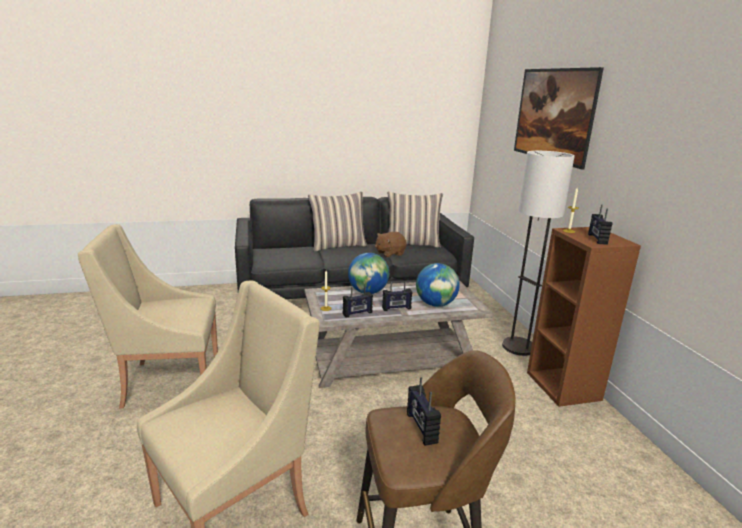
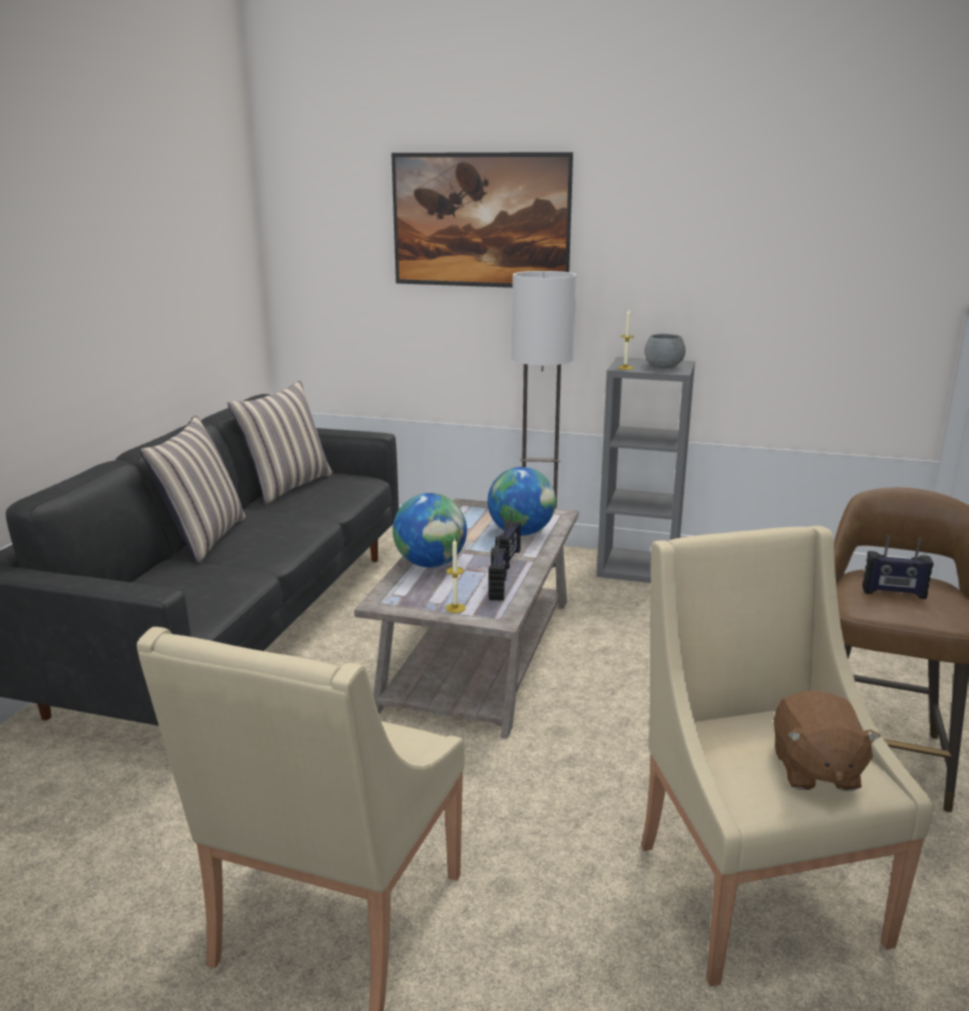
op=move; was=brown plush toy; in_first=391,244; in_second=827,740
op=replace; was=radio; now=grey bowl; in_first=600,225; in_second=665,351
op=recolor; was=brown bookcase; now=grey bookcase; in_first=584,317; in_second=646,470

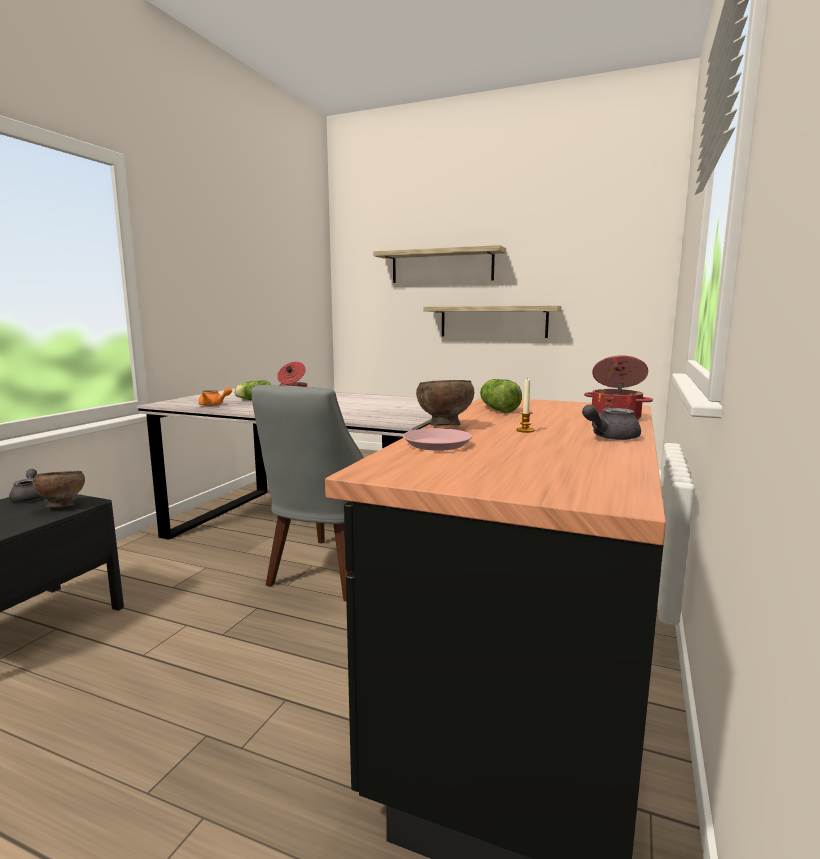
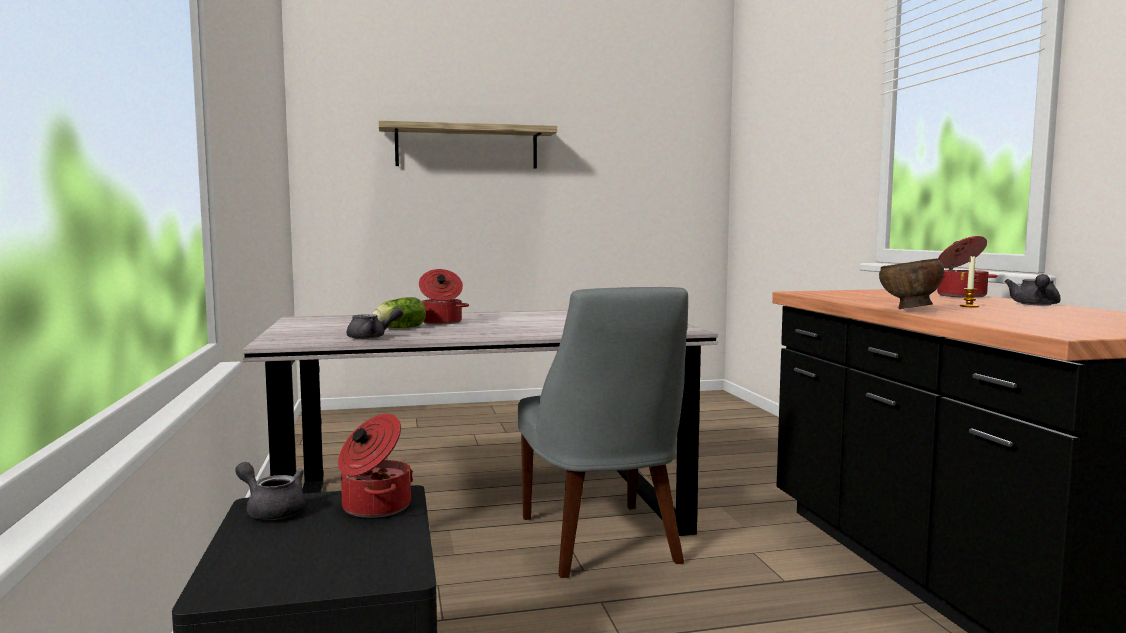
op=delete; was=pink plate; in_first=437,439
op=delete; was=shelf; in_first=492,322
op=delete; was=lettuce; in_first=501,396
op=replace; was=brown bowl; now=cooking pot; in_first=58,489; in_second=375,466
op=recolor; was=orange teapot; now=grey teapot; in_first=215,396; in_second=375,323

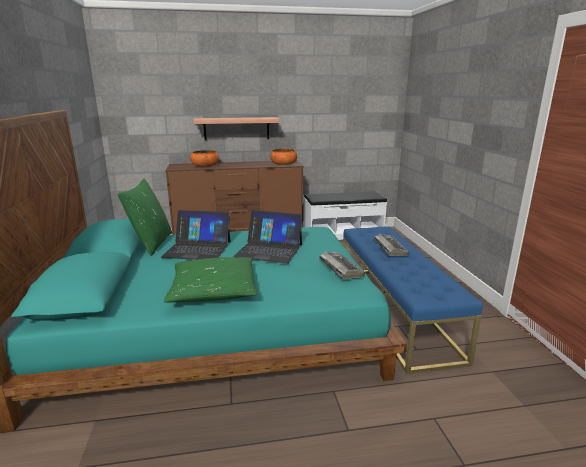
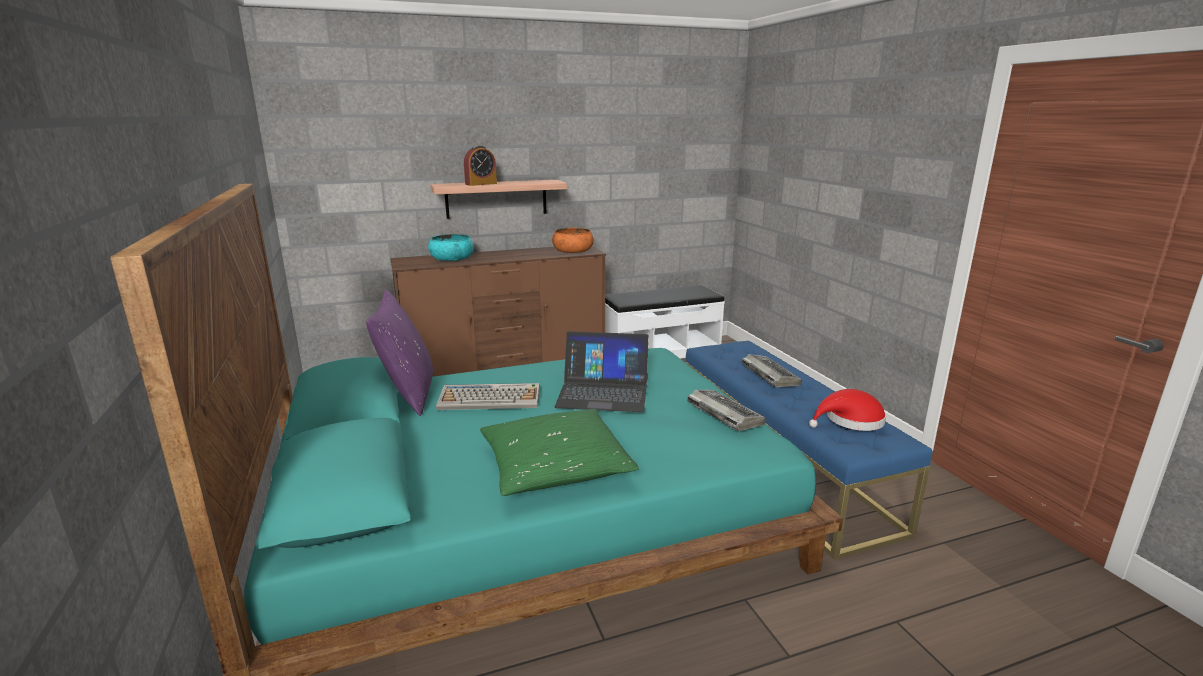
op=insert; now=alarm clock; in_second=480,166
op=insert; now=red hat; in_second=847,410
op=replace; was=laptop; now=keyboard; in_first=196,235; in_second=488,396
op=recolor; was=green pillow; now=purple pillow; in_first=145,217; in_second=399,353
op=recolor; was=orange bowl; now=turquoise bowl; in_first=204,158; in_second=451,247

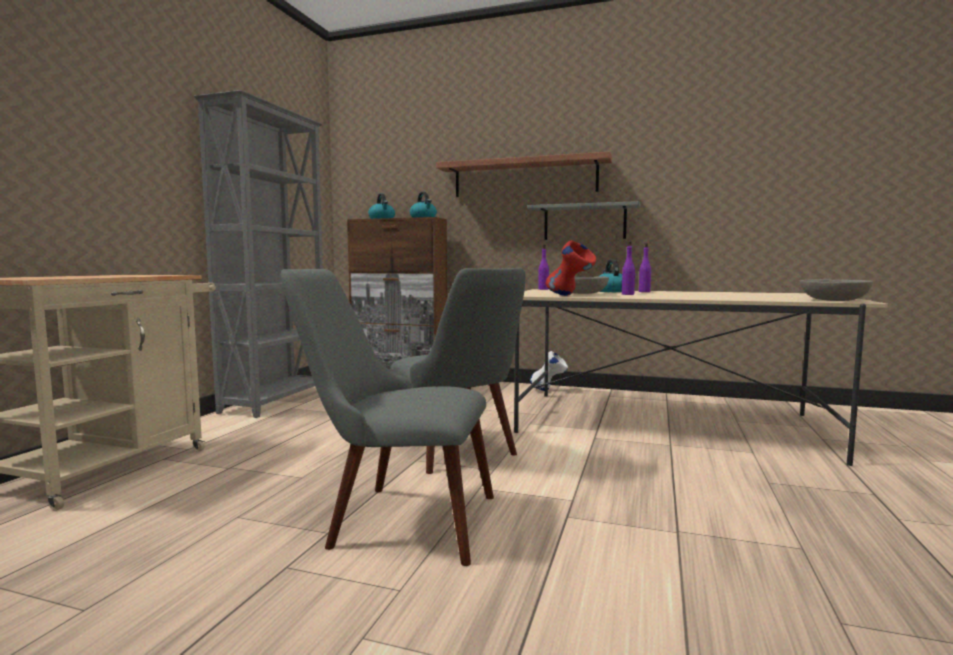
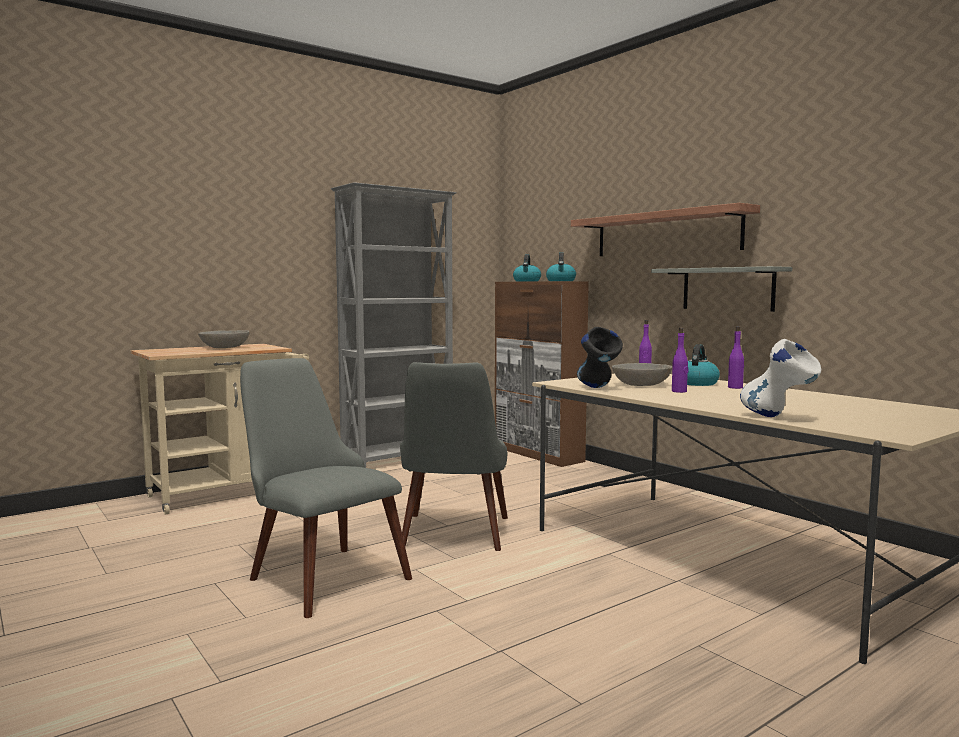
op=move; was=white vase; in_first=549,371; in_second=780,378
op=move; was=grey bowl; in_first=836,290; in_second=224,339
op=recolor; was=red vase; now=black vase; in_first=570,268; in_second=600,357

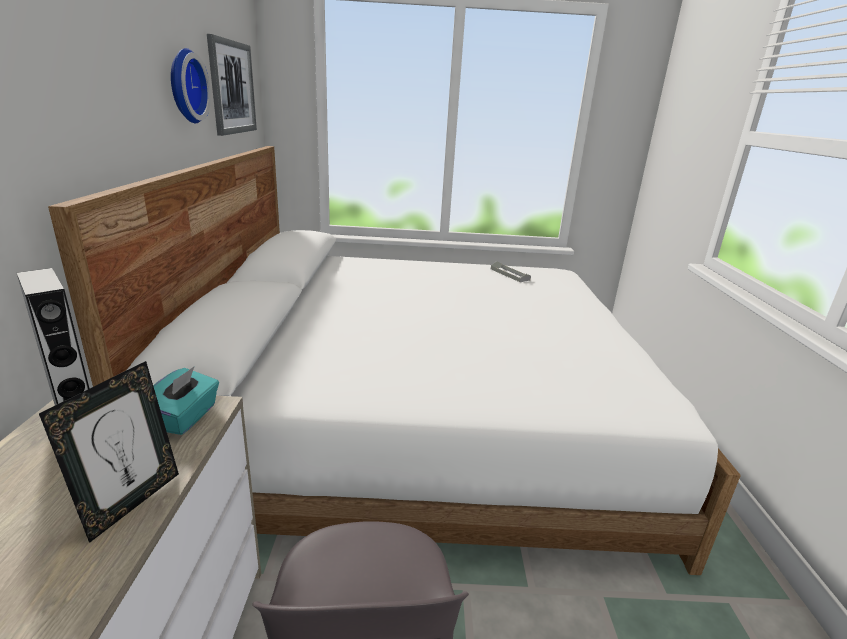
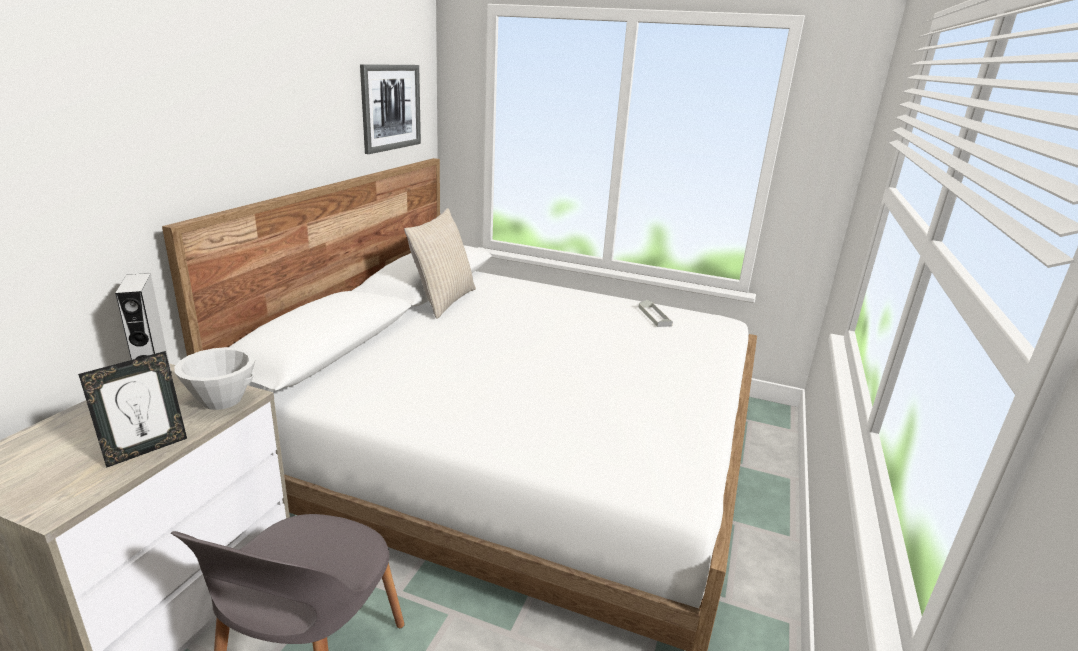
op=delete; was=wall clock; in_first=191,85
op=insert; now=beige pillow; in_second=440,263
op=replace; was=turquoise tissue box; now=white bowl; in_first=186,400; in_second=214,378

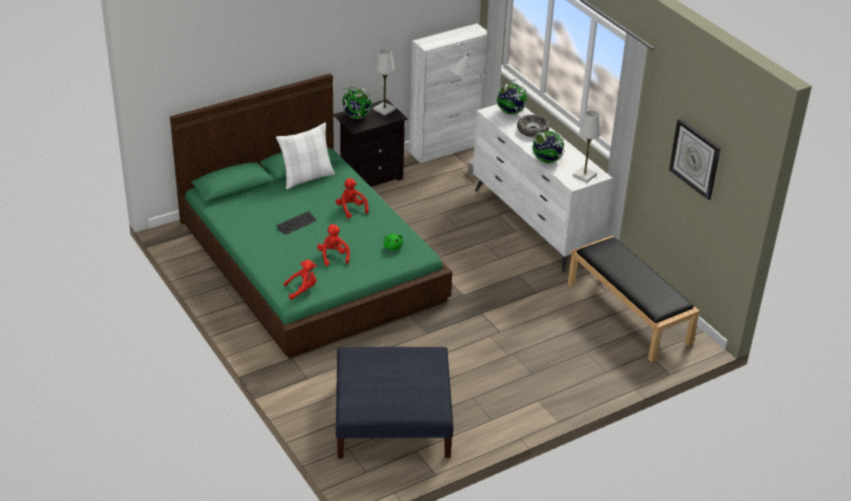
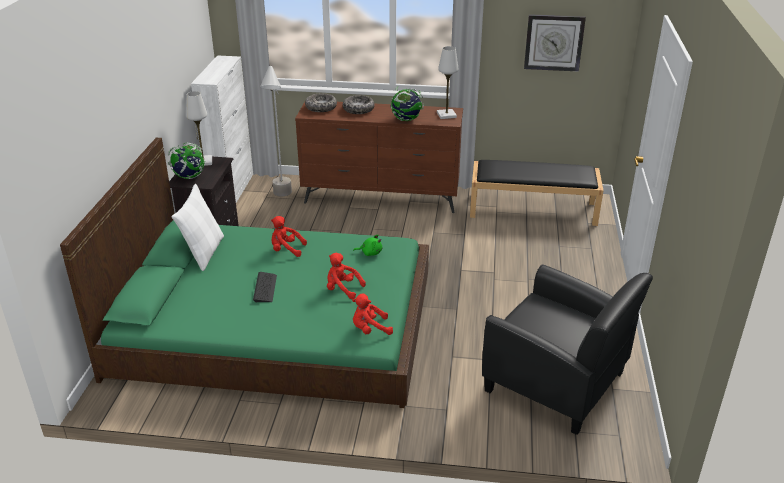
op=replace; was=blue ottoman; now=black armchair; in_first=394,403; in_second=567,349
op=replace; was=globe; now=bowl; in_first=511,96; in_second=321,102
op=recolor; was=white dresser; now=brown dresser; in_first=543,188; in_second=379,156
op=rotate; was=red plush toy; in_first=300,280; in_second=372,314; clockwise=-120

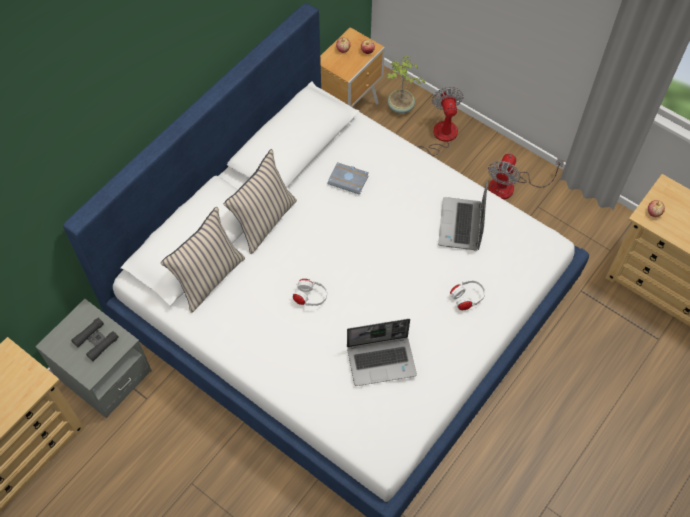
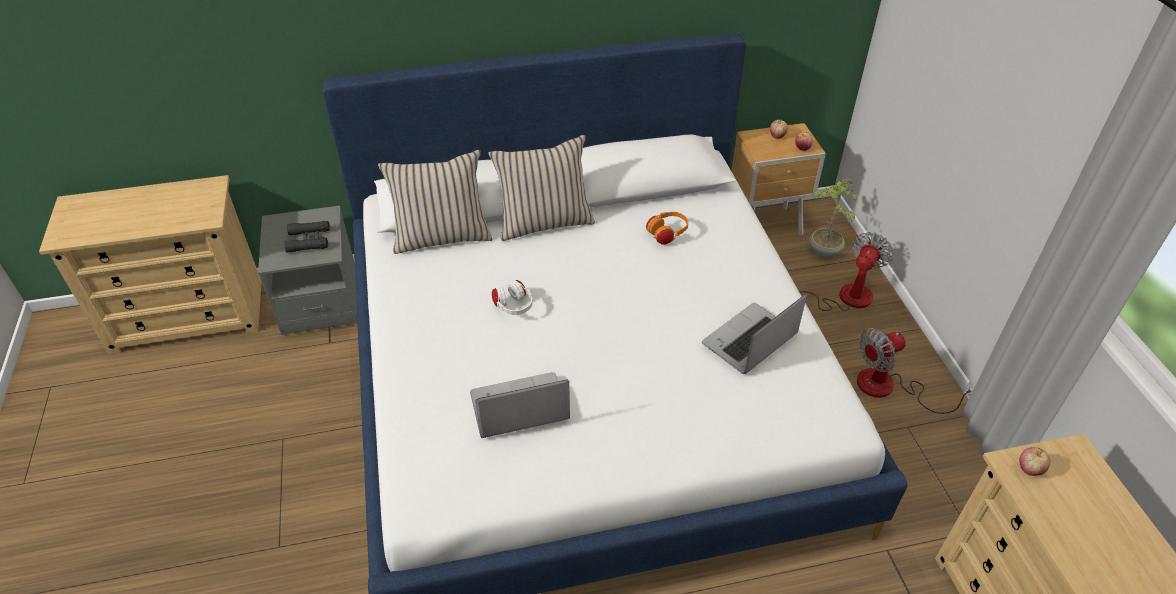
op=delete; was=white headphones; in_first=467,295
op=replace; was=grey book; now=orange headphones; in_first=348,178; in_second=667,228
op=rotate; was=laptop; in_first=382,352; in_second=520,405; clockwise=135

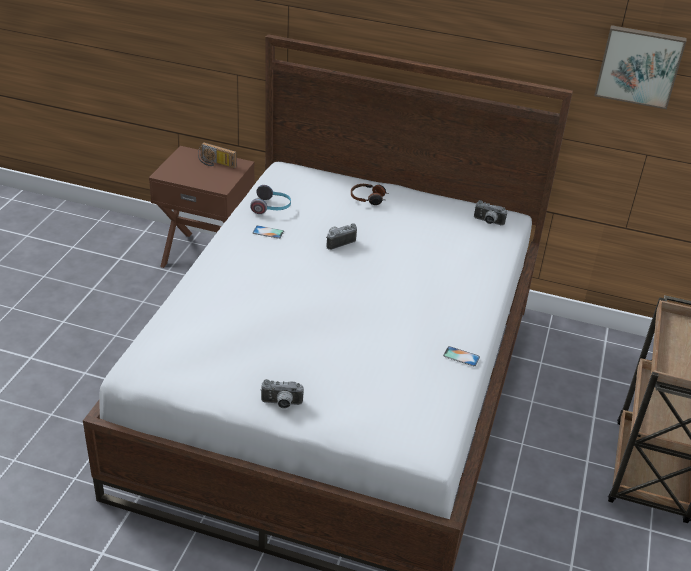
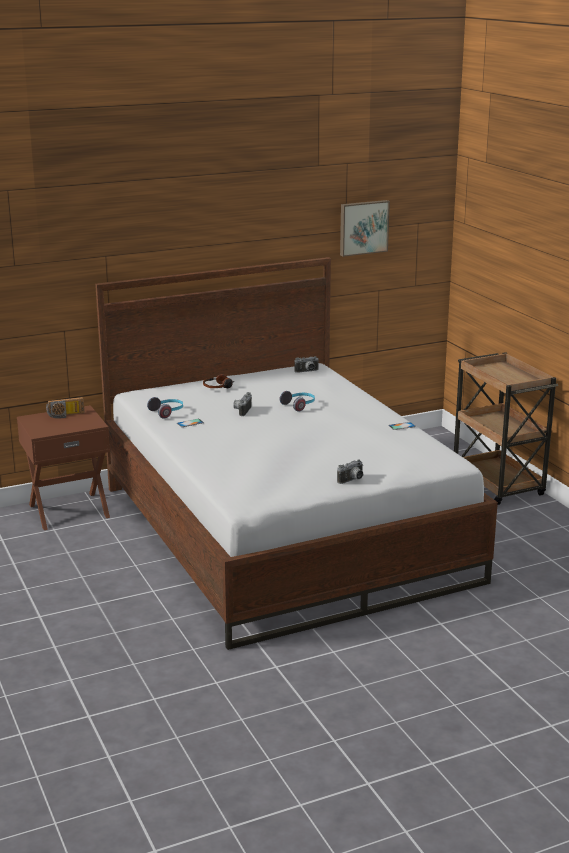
op=insert; now=headphones; in_second=297,401

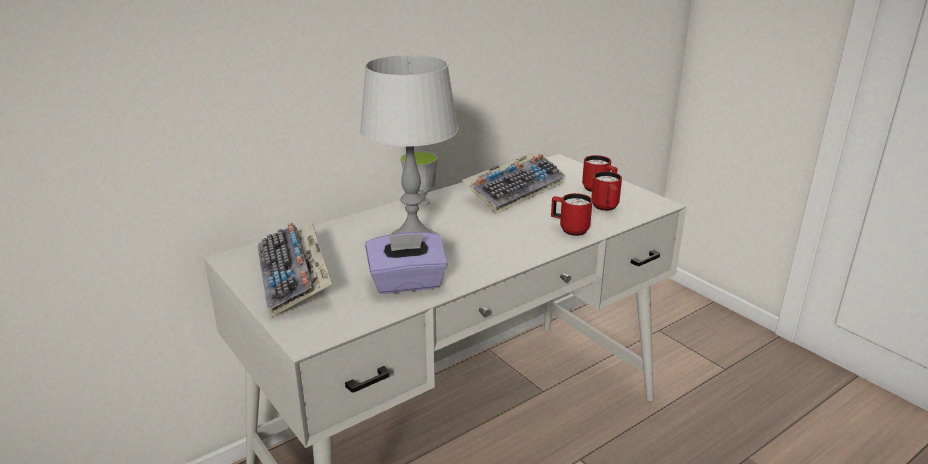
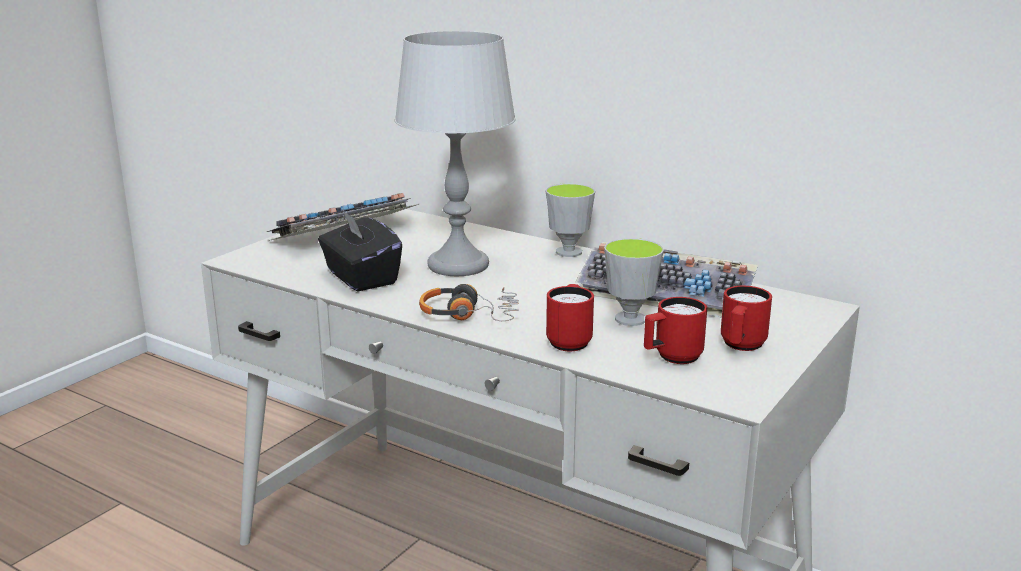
op=insert; now=headphones; in_second=469,302
op=insert; now=cup; in_second=634,282
op=recolor; was=purple tissue box; now=black tissue box; in_first=406,263; in_second=360,250

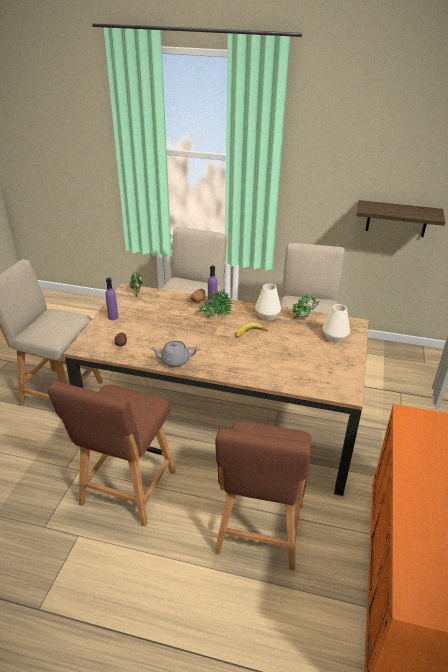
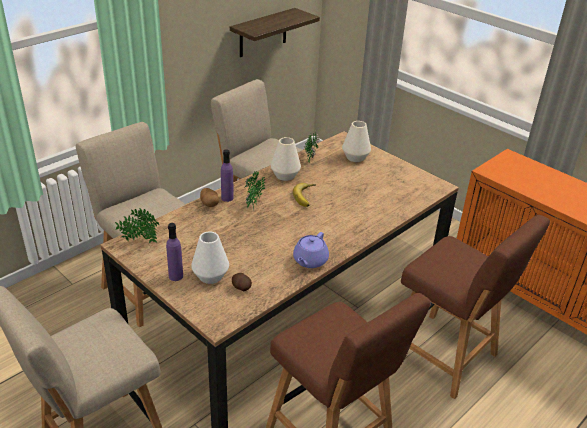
op=insert; now=white vase; in_second=210,258
op=recolor; was=grey teapot; now=purple teapot; in_first=173,354; in_second=311,250

